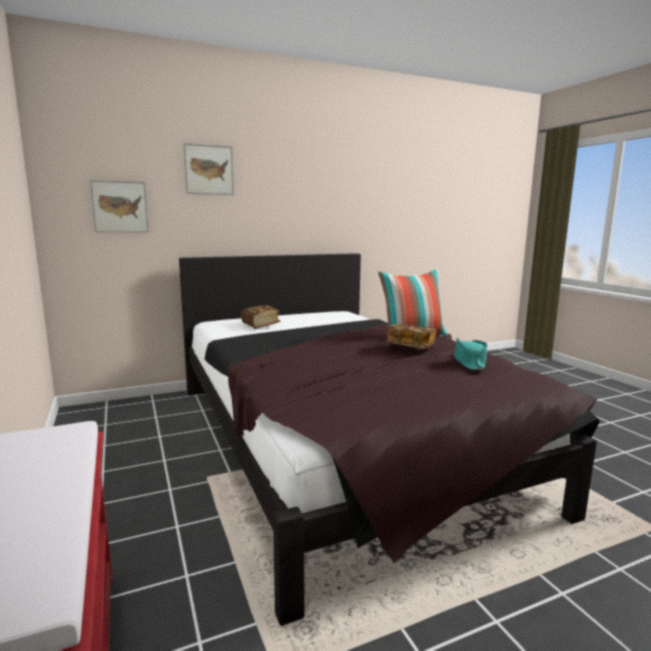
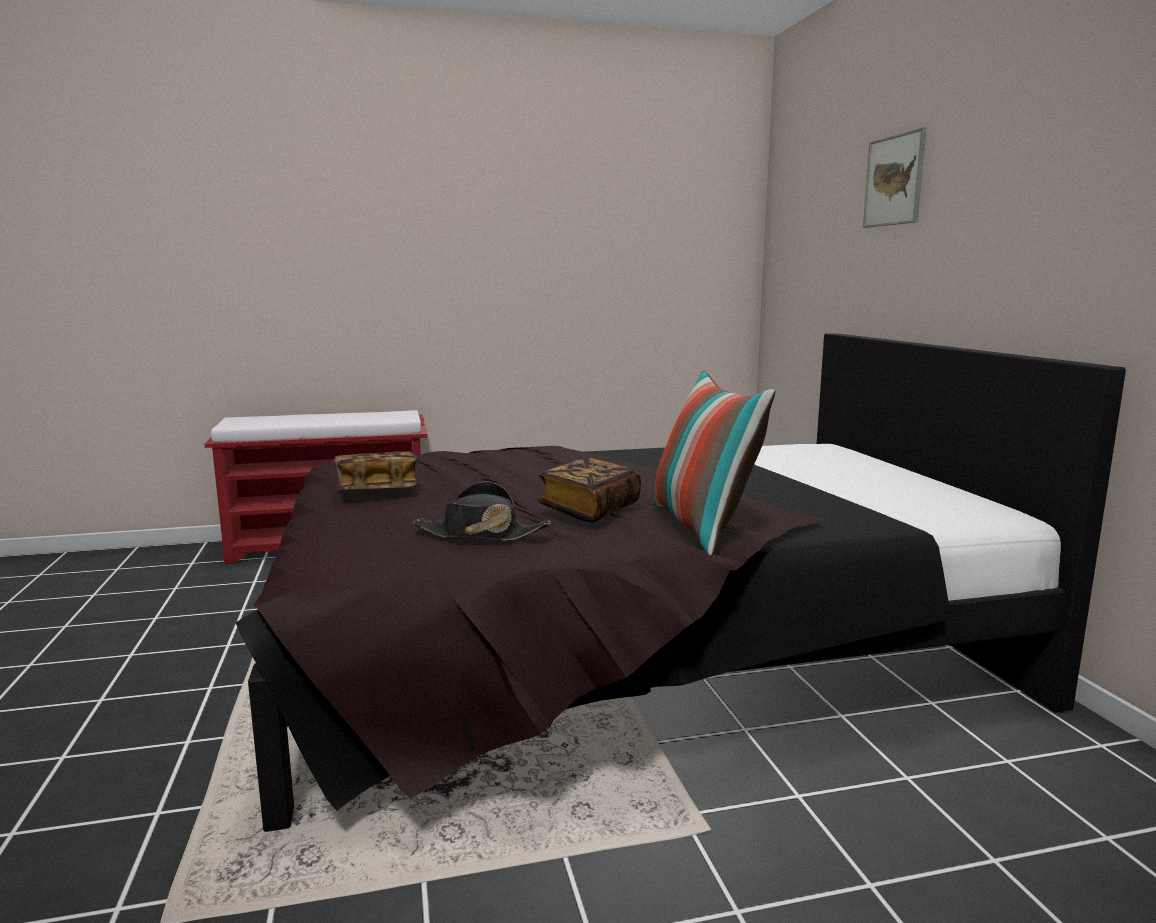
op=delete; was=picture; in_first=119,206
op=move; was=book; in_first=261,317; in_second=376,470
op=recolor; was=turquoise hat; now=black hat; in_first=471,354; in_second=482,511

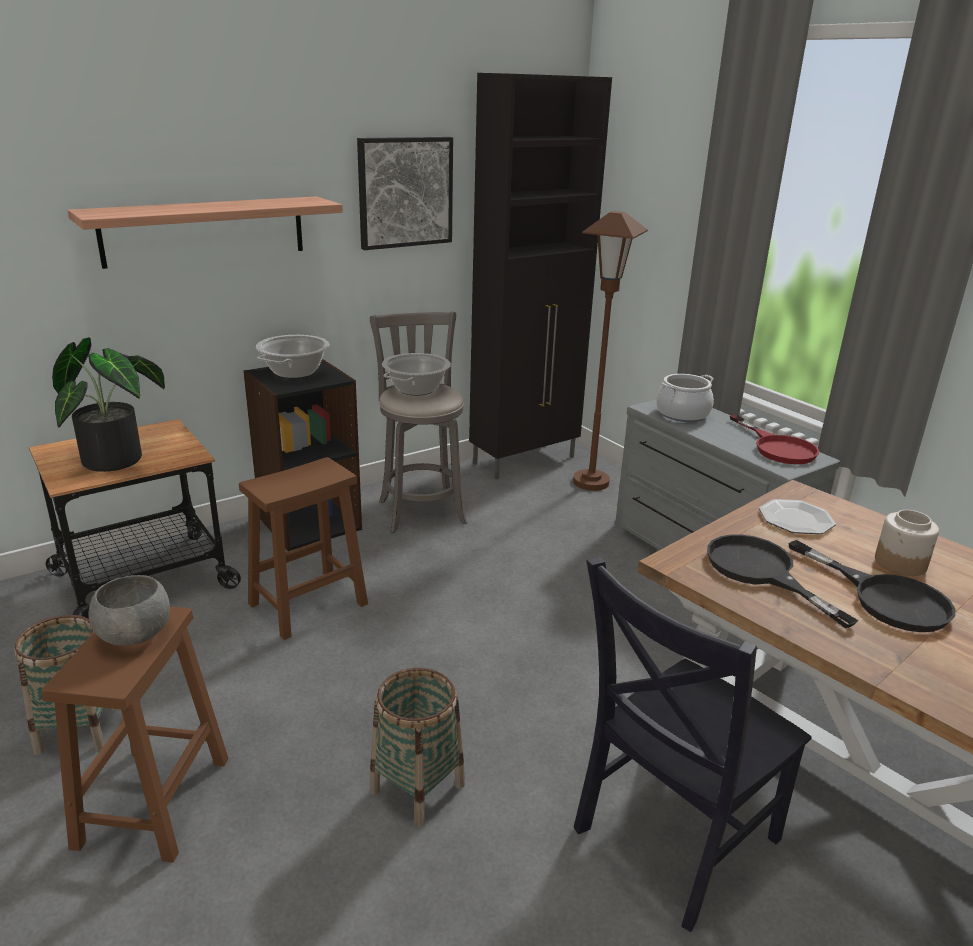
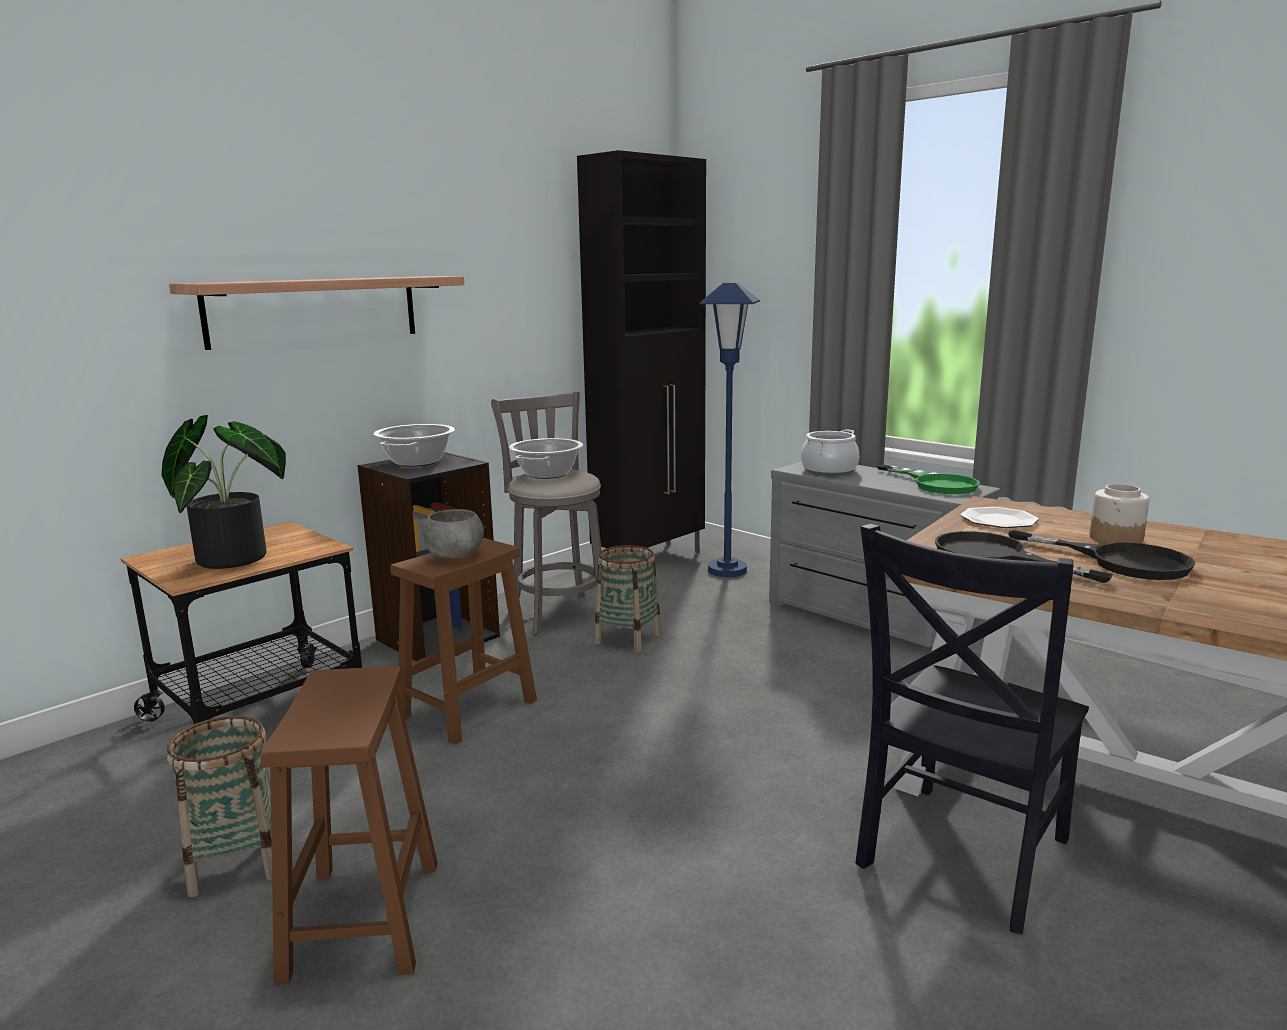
op=delete; was=picture; in_first=405,193
op=move; was=grey bowl; in_first=129,610; in_second=453,533
op=move; was=basket; in_first=417,747; in_second=628,598
op=recolor; was=brown floor lamp; now=blue floor lamp; in_first=610,351; in_second=729,429
op=recolor; was=red frying pan; now=green frying pan; in_first=774,439; in_second=928,479

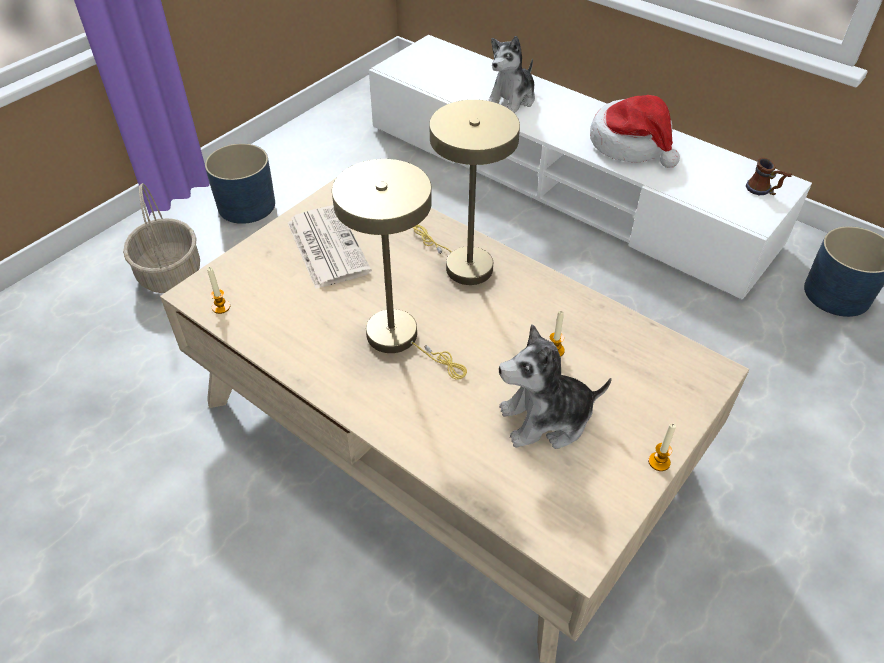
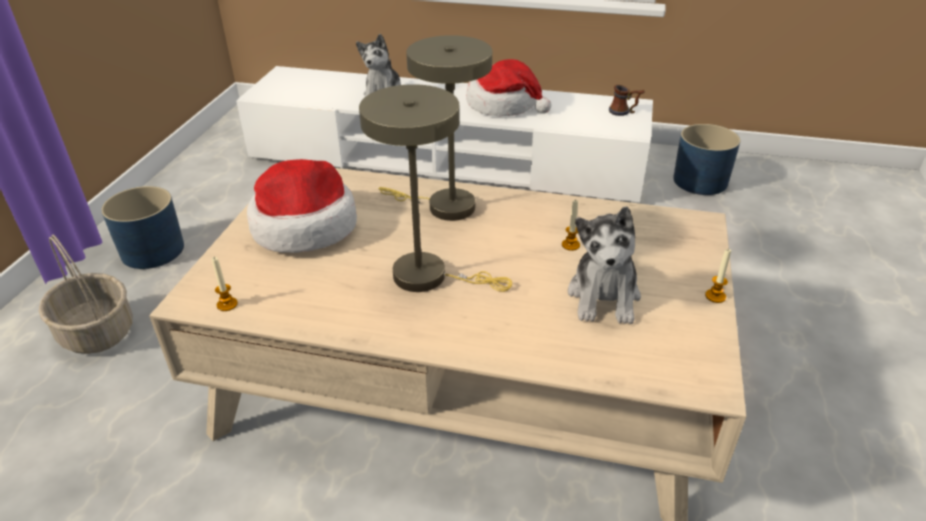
op=replace; was=newspaper; now=hat; in_first=329,247; in_second=302,206
op=rotate; was=plush toy; in_first=555,386; in_second=604,265; clockwise=-45

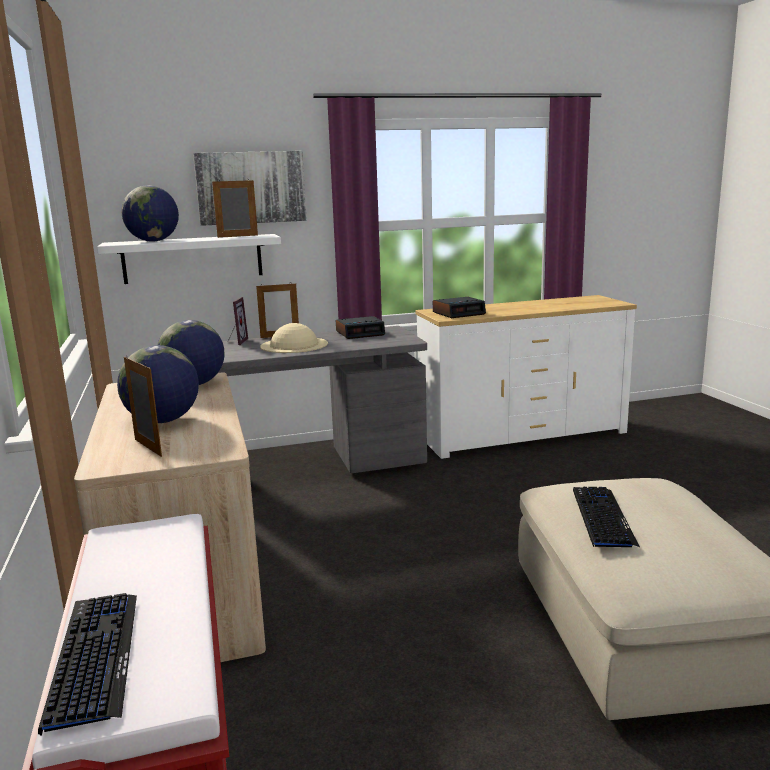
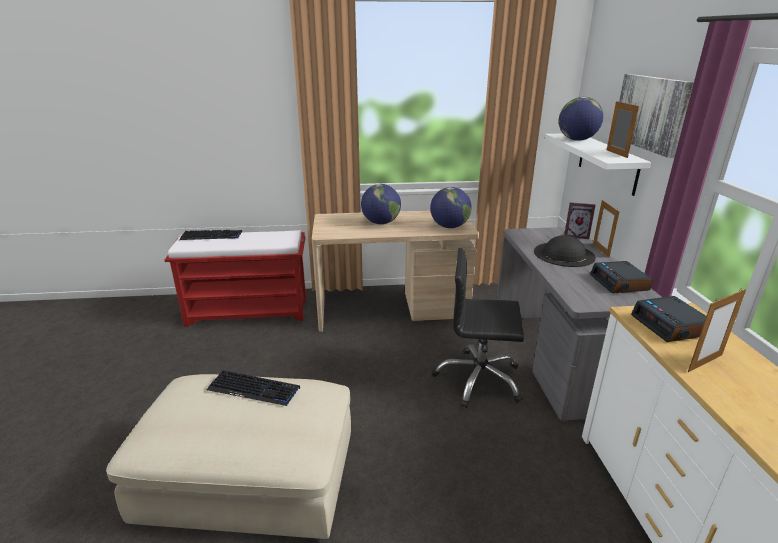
op=insert; now=black office chair; in_second=478,328
op=move; was=picture frame; in_first=143,406; in_second=717,330
op=recolor; was=beige hat; now=black hat; in_first=294,338; in_second=565,251

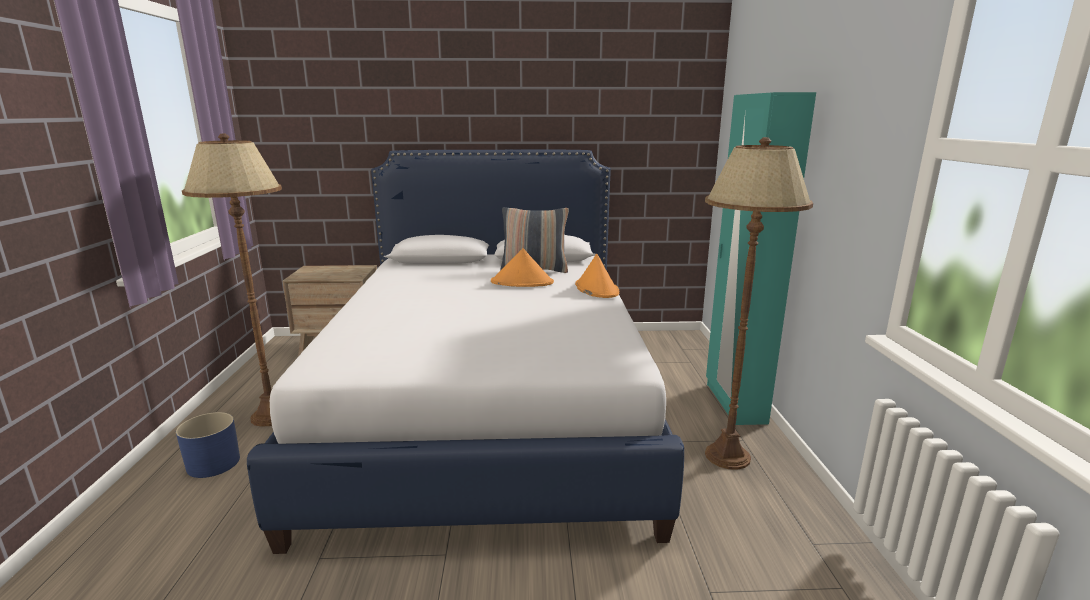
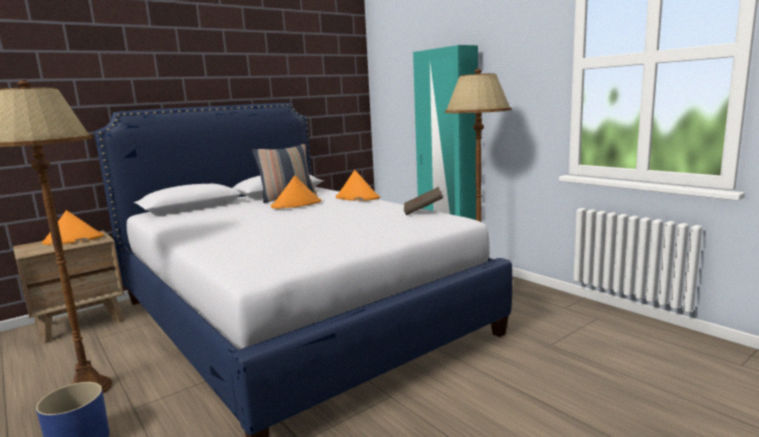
op=insert; now=orange hat; in_second=73,227
op=insert; now=brown book; in_second=423,201

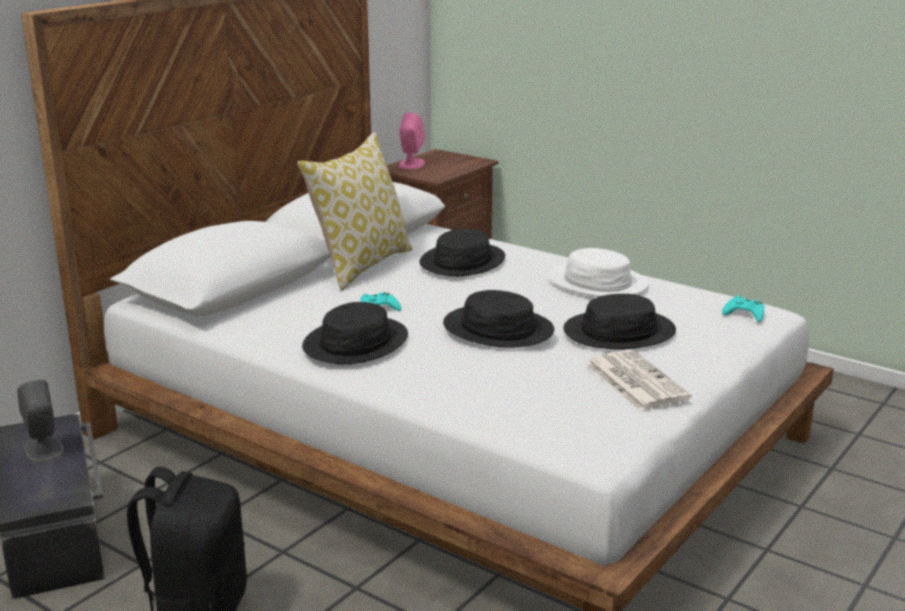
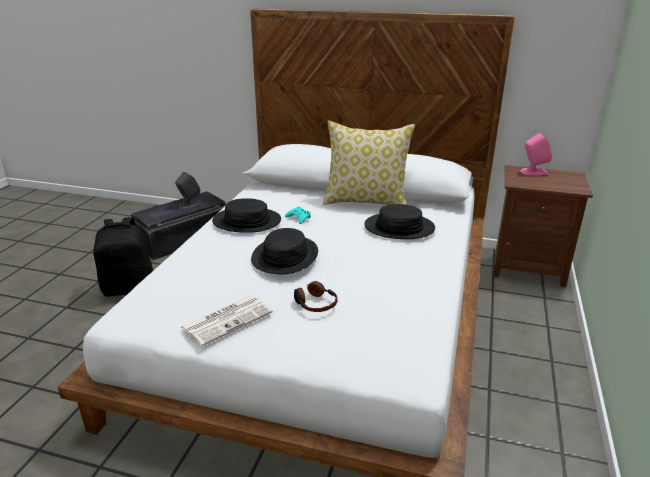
op=delete; was=white hat; in_first=598,272
op=delete; was=turquoise game controller; in_first=743,308
op=replace; was=black hat; now=headphones; in_first=619,322; in_second=315,296

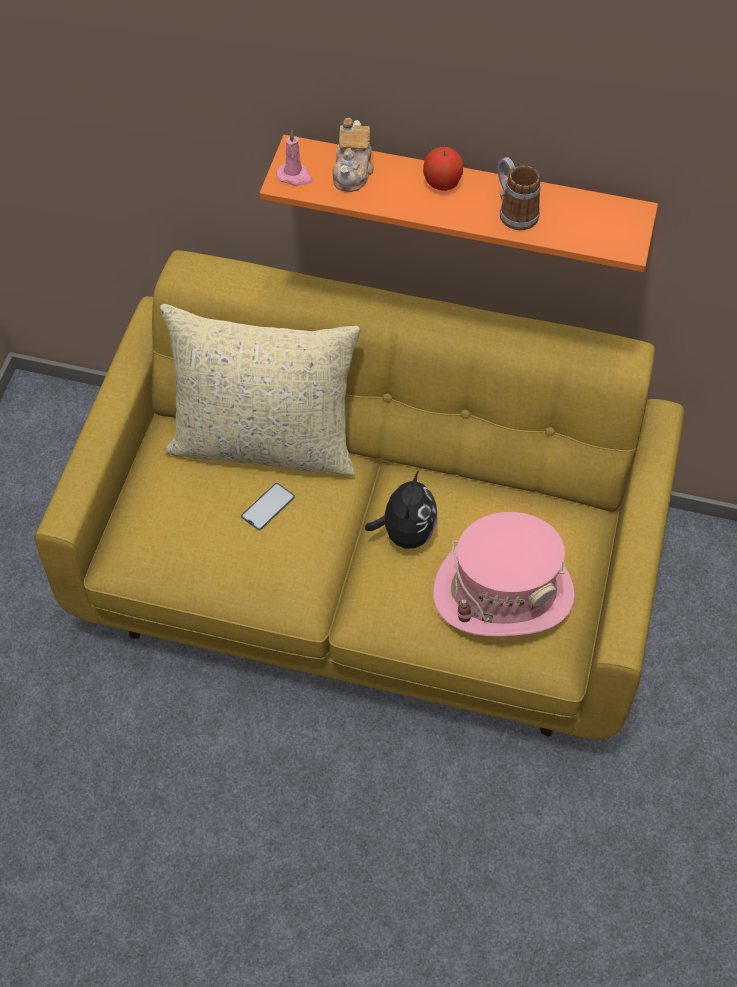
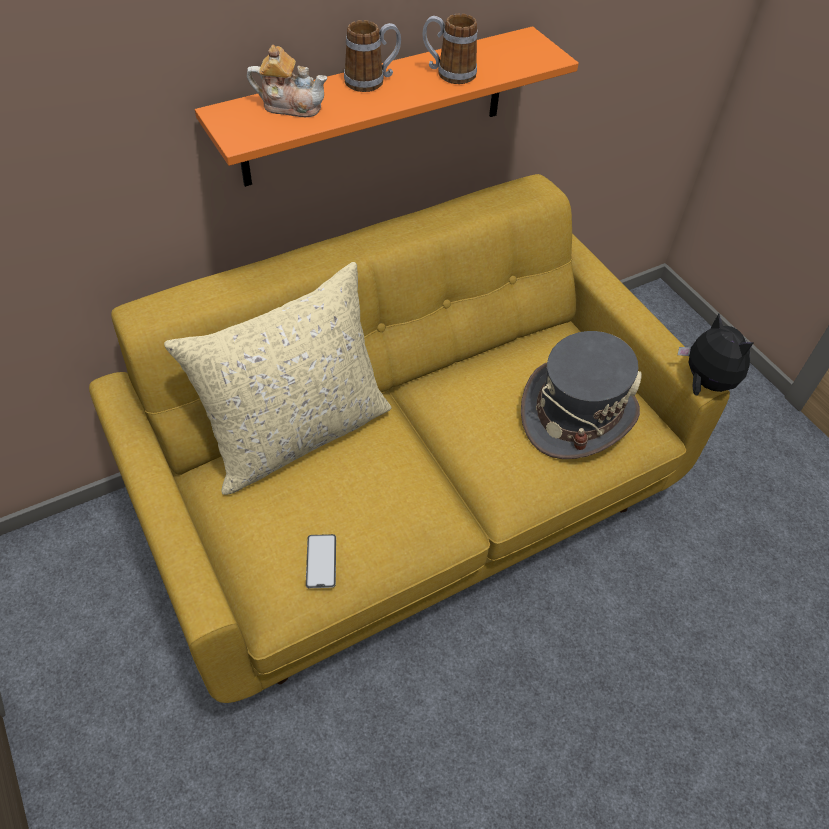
op=delete; was=pink candle; in_first=295,158
op=move; was=phone; in_first=268,507; in_second=321,561
op=move; was=plush toy; in_first=401,510; in_second=716,355
op=replace; was=apple; now=mug; in_first=443,169; in_second=372,56
op=recolor; was=pink hat; now=grey hat; in_first=504,574; in_second=581,395
op=rotate; was=teapot; in_first=353,155; in_second=287,81; clockwise=-45

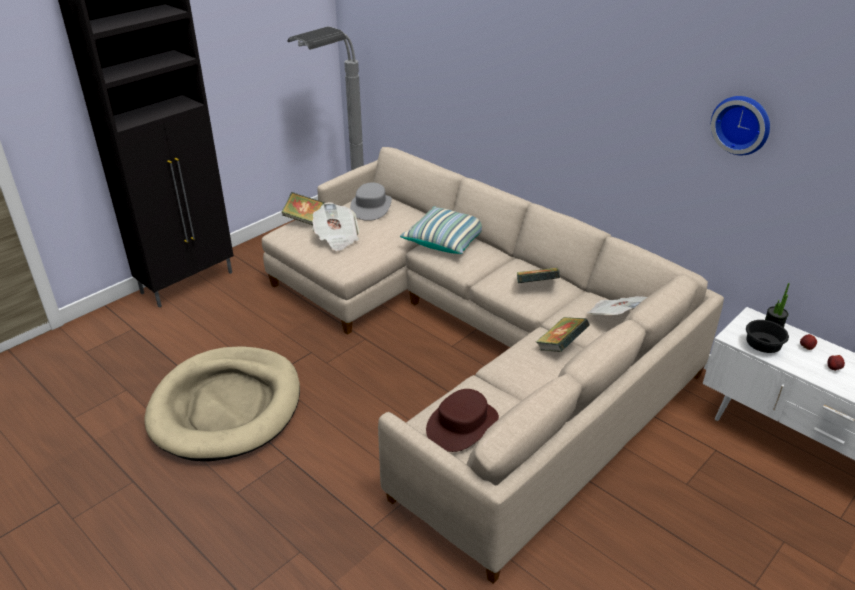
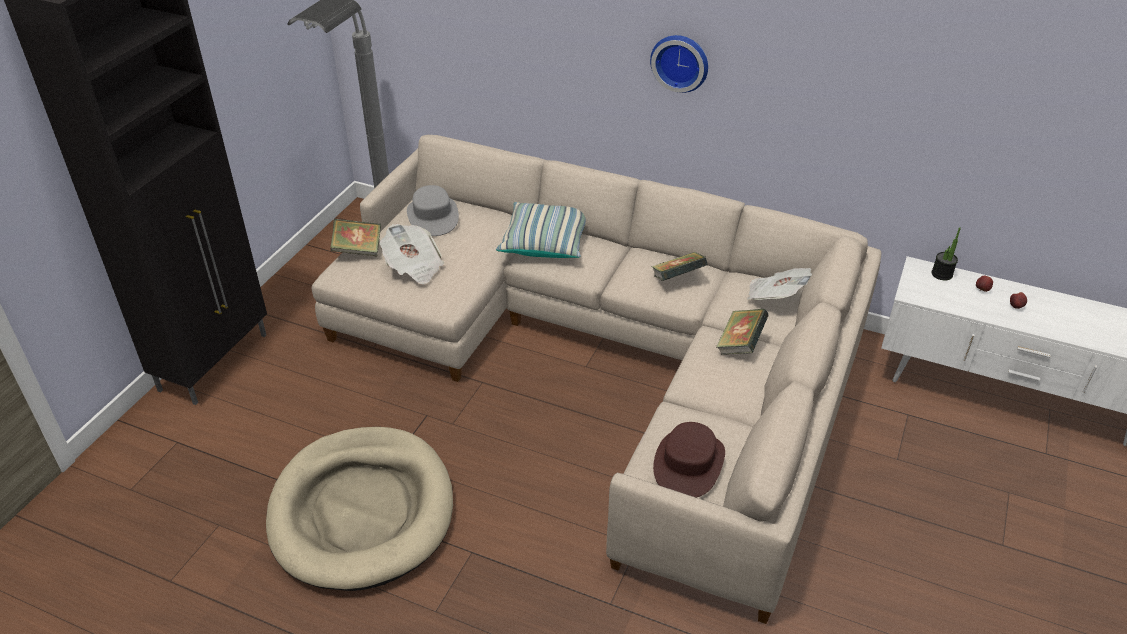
op=delete; was=black bowl; in_first=767,336
op=move; was=wall clock; in_first=740,125; in_second=679,64

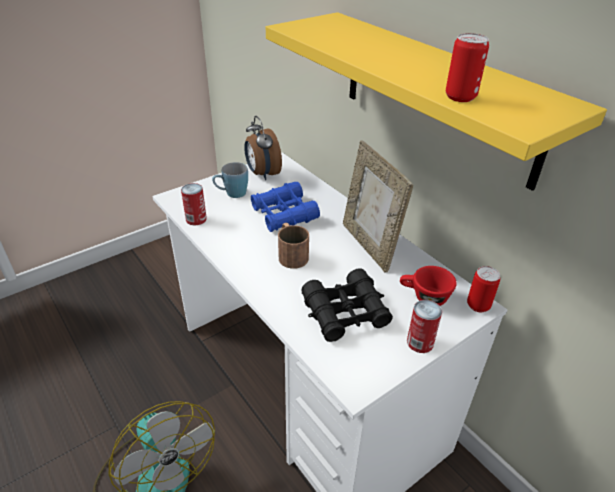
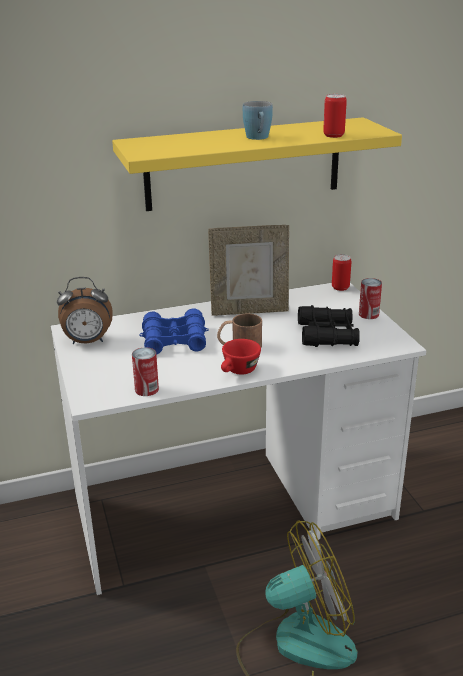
op=move; was=blue mug; in_first=230,180; in_second=258,120
op=move; was=red cup; in_first=428,286; in_second=241,357

